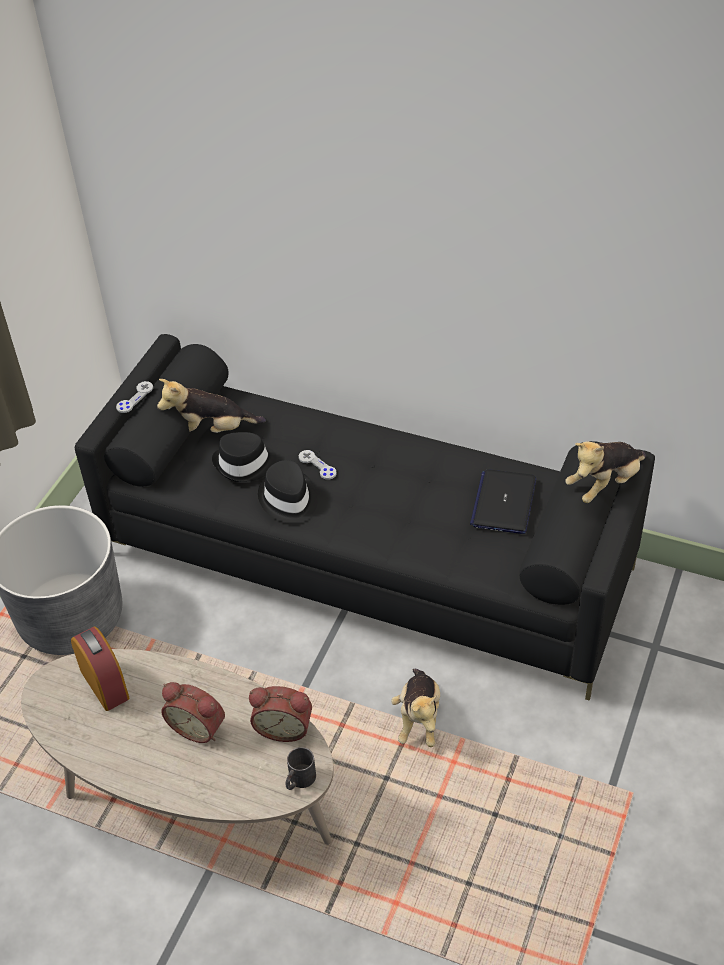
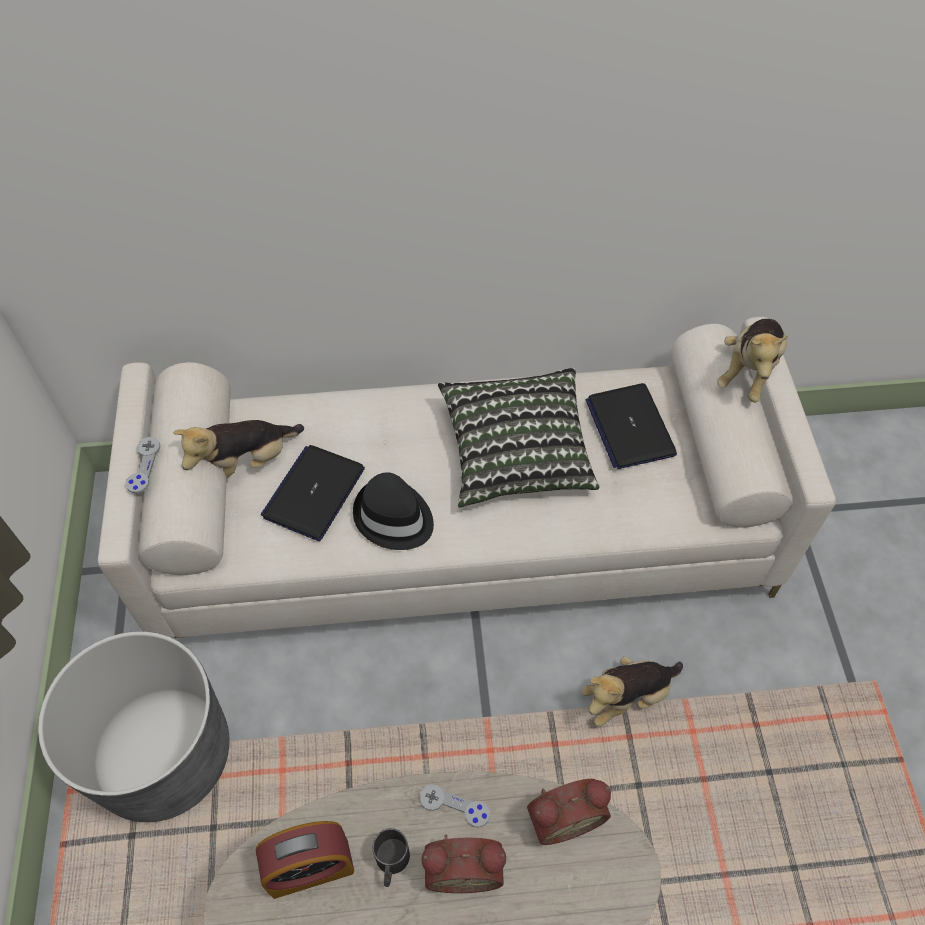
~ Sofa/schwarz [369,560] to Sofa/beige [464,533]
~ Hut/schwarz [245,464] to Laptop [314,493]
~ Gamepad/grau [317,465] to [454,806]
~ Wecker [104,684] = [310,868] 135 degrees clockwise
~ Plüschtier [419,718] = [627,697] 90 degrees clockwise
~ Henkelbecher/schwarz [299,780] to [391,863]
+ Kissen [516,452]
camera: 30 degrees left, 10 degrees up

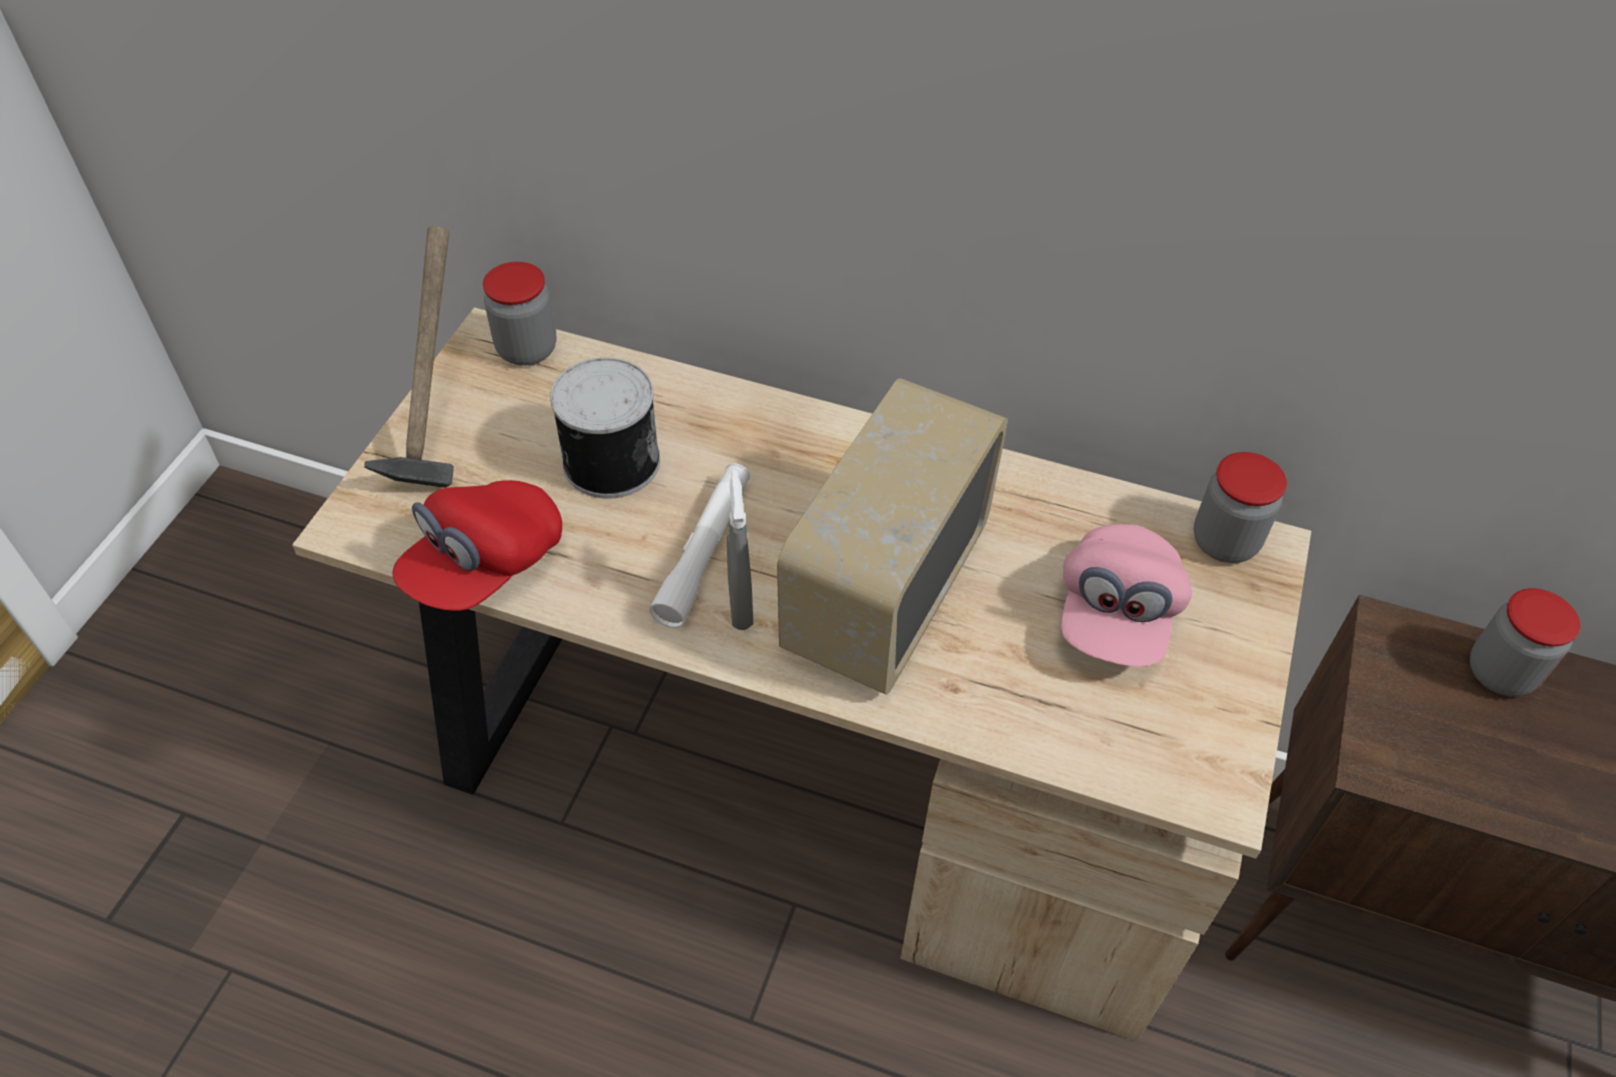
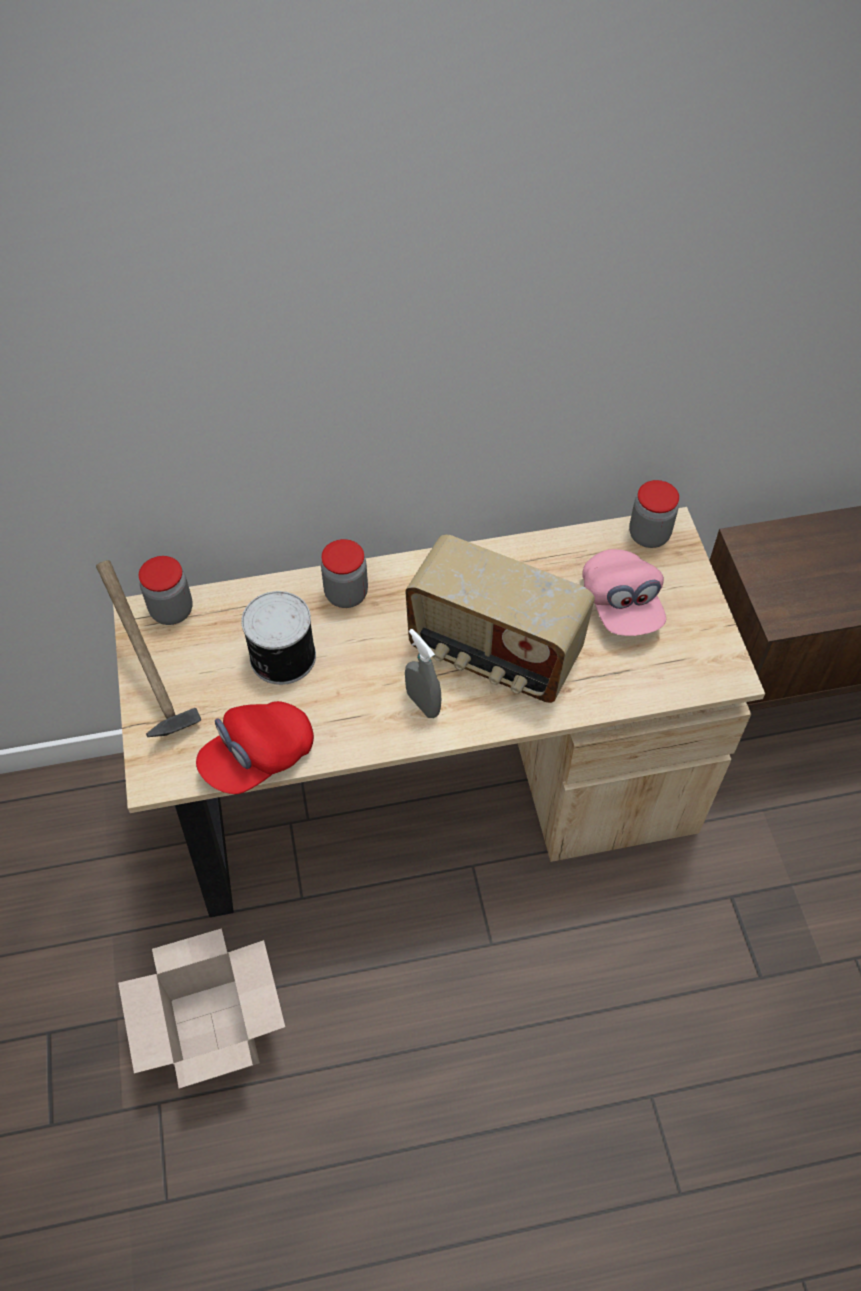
~ Radio [883,591] = [493,654] 60 degrees counterclockwise
- Taschenlampe/weiß [704,552]
~ Kappe/rot [485,565] = [258,758] 45 degrees clockwise
~ Vorratsglas [1500,673] to [346,594]
+ Karton [217,1033]
camera: 30 degrees left, 5 degrees up

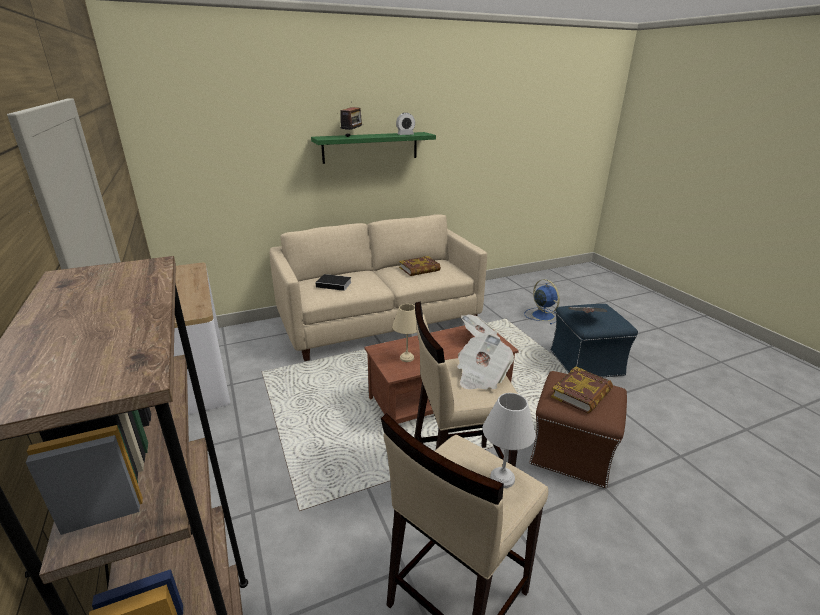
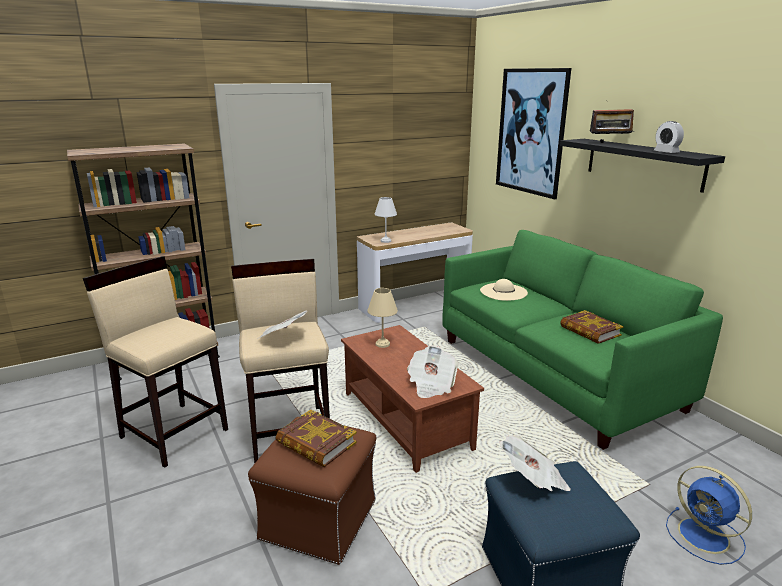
~ Wandregal/grün [370,147] to Wandregal/schwarz [643,163]
~ Sofa/beige [380,321] to Sofa/grün [554,373]
~ Buch [335,284] to Hut/beige [503,291]
~ Ventilator/blau [542,315] = [705,537] 90 degrees clockwise
~ Tischlampe/weiß [501,477] to [386,241]
+ Bild [531,132]
camera: 85 degrees right, 5 degrees down

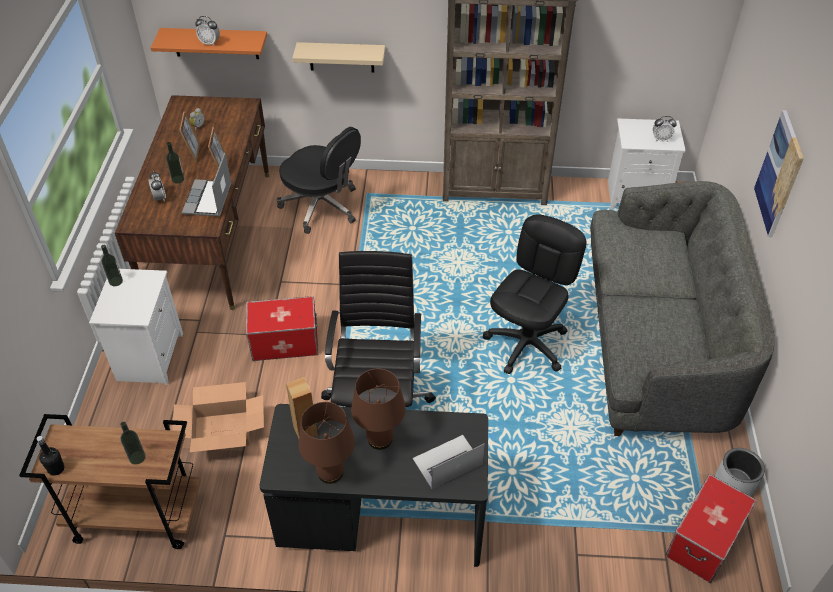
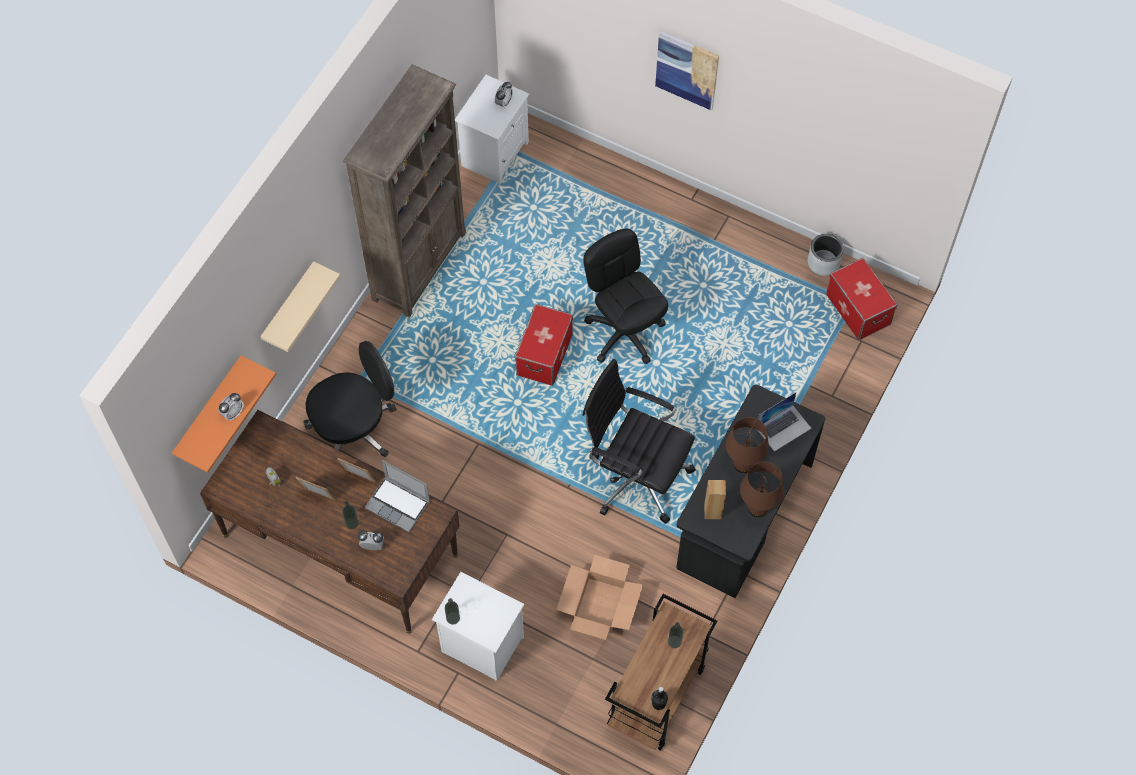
- Sofa/grau [656,343]
~ Aufbewahrungsbox [284,343] to [544,355]
~ Laptop [447,461] = [783,428] 120 degrees counterclockwise
camera: 65 degrees left, 15 degrees up

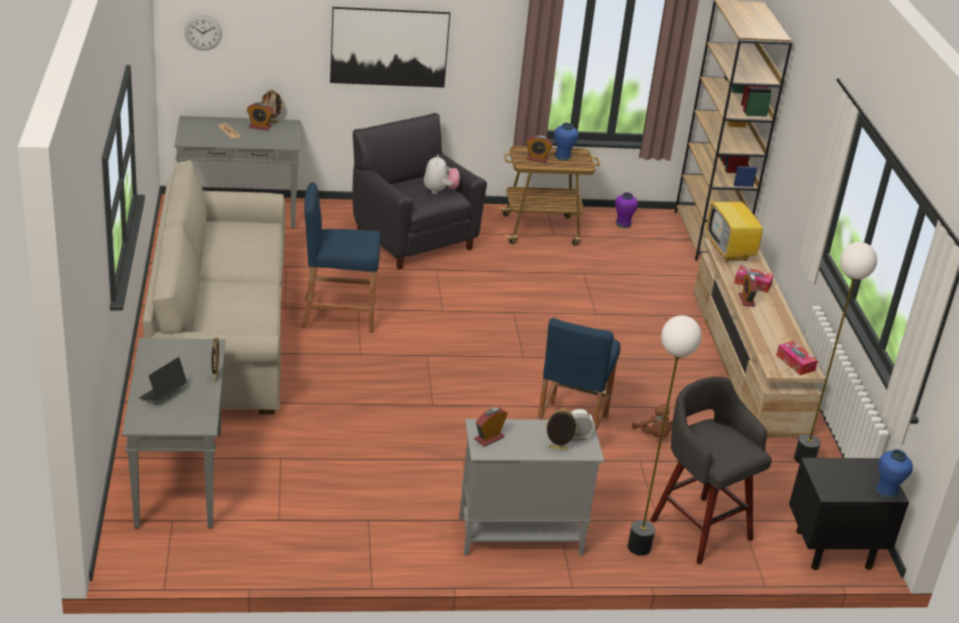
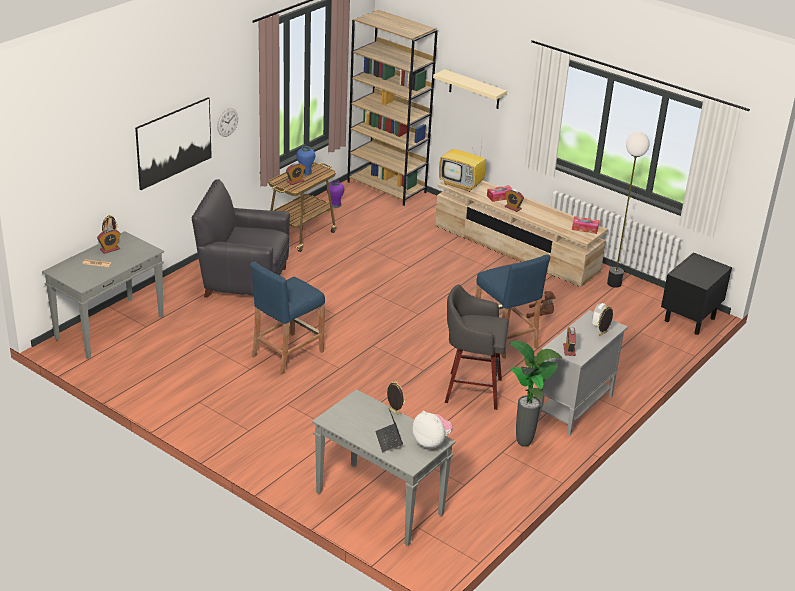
~ Wanduhr [203,32] to [227,122]
~ Plüschtier [440,191] to [431,443]
- Sofa/beige [220,333]
- Stehlampe [639,547]
~ Hocker/grau [699,527] to [470,390]
- Vase/blau [887,491]
+ Wandregal/beige [474,89]
+ Topfpflanze [522,443]
camera: 45 degrees left, 0 degrees up

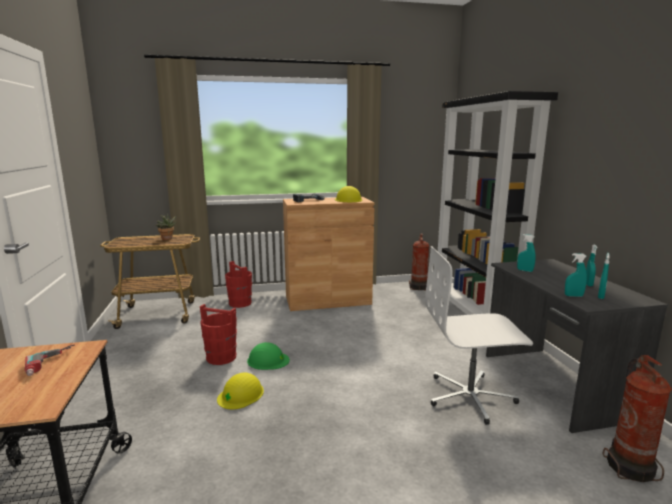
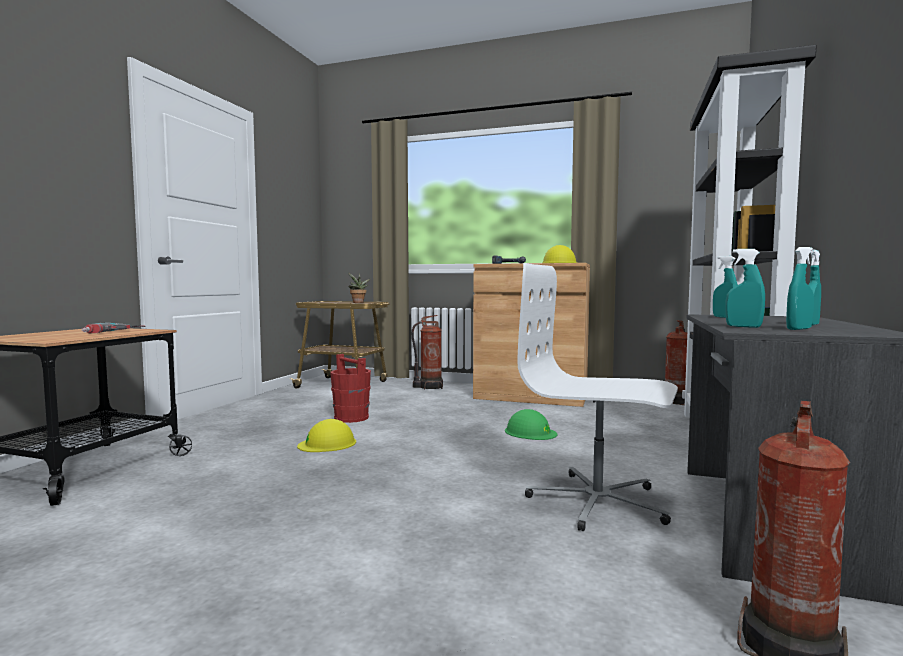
~ Eimer/rot [240,303] to Feuerlöscher [429,387]
~ Schutzhelm/grün [268,360] to [530,432]
camera: 30 degrees right, 10 degrees down

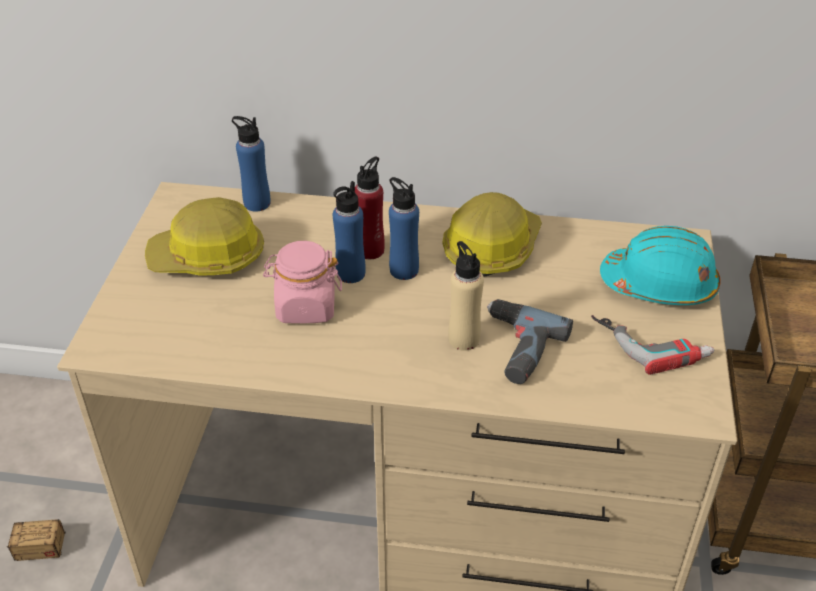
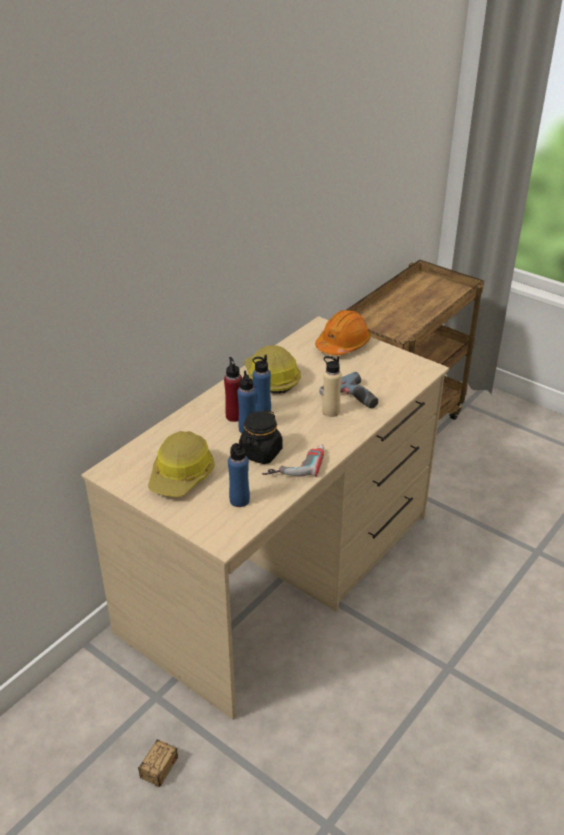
~ Flasche/blau [257,203] to [239,500]
~ Schutzhelm/türkis [659,285] to Schutzhelm/orange [343,344]
~ Vorratsglas/rosa [305,307] to Vorratsglas/schwarz [260,453]
~ Bohrmaschine [651,341] to [294,464]
camera: 60 degrees left, 5 degrees down

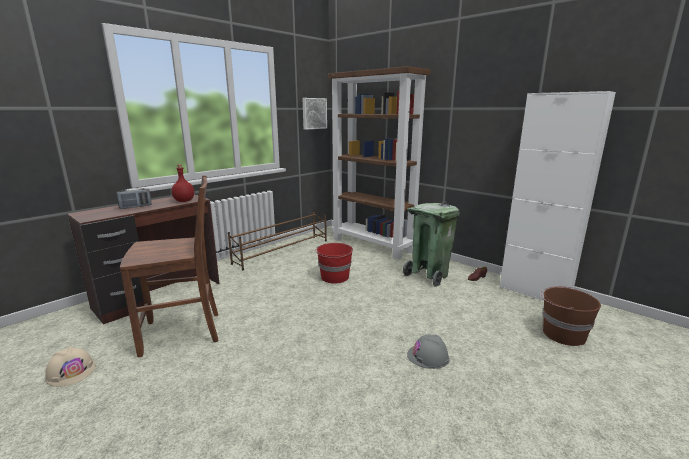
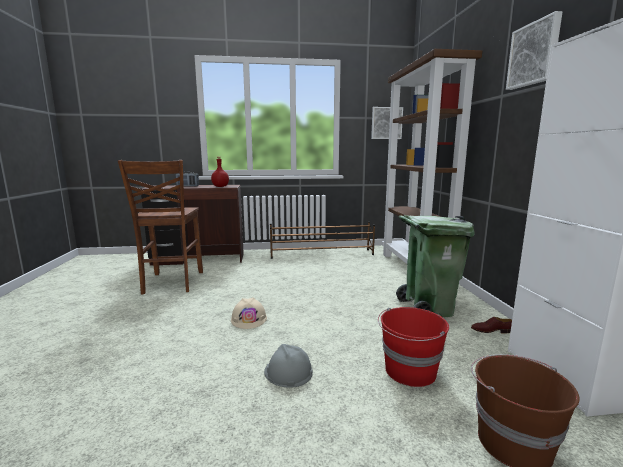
~ Stuhl/braun [183,333] = [171,283] 60 degrees clockwise
~ Eimer/rot [335,277] to [410,371]
~ Schutzhelm/beige [71,372] to [249,319]
+ Bild [534,54]
camera: 40 degrees right, 5 degrees down

